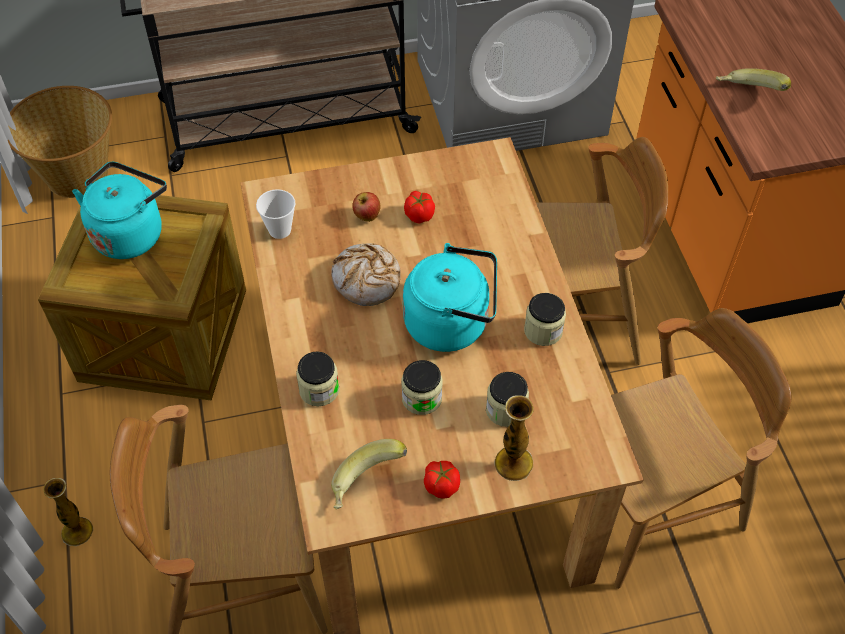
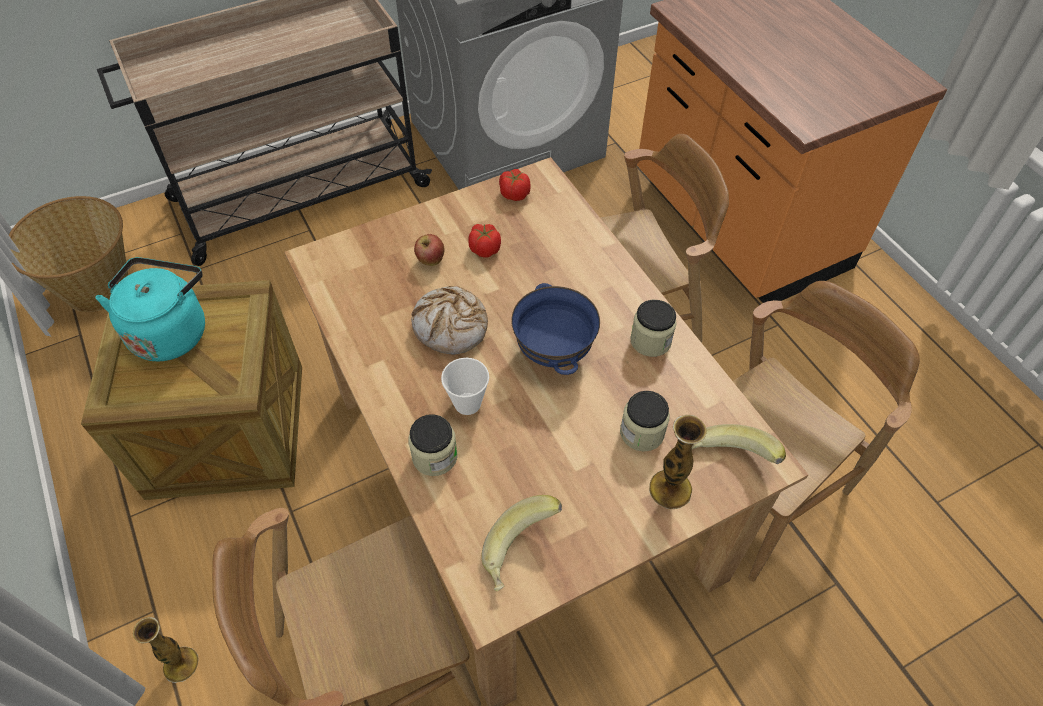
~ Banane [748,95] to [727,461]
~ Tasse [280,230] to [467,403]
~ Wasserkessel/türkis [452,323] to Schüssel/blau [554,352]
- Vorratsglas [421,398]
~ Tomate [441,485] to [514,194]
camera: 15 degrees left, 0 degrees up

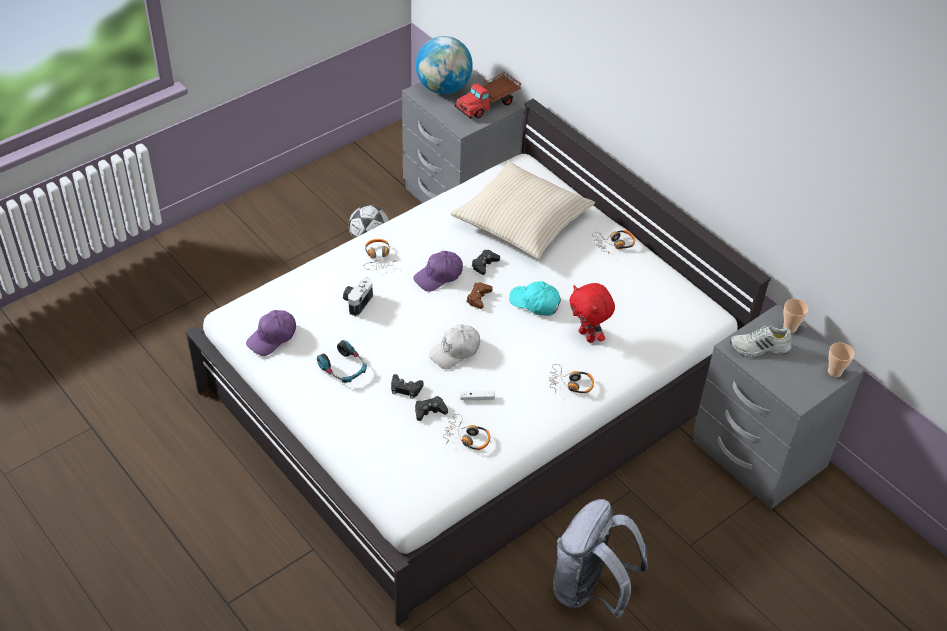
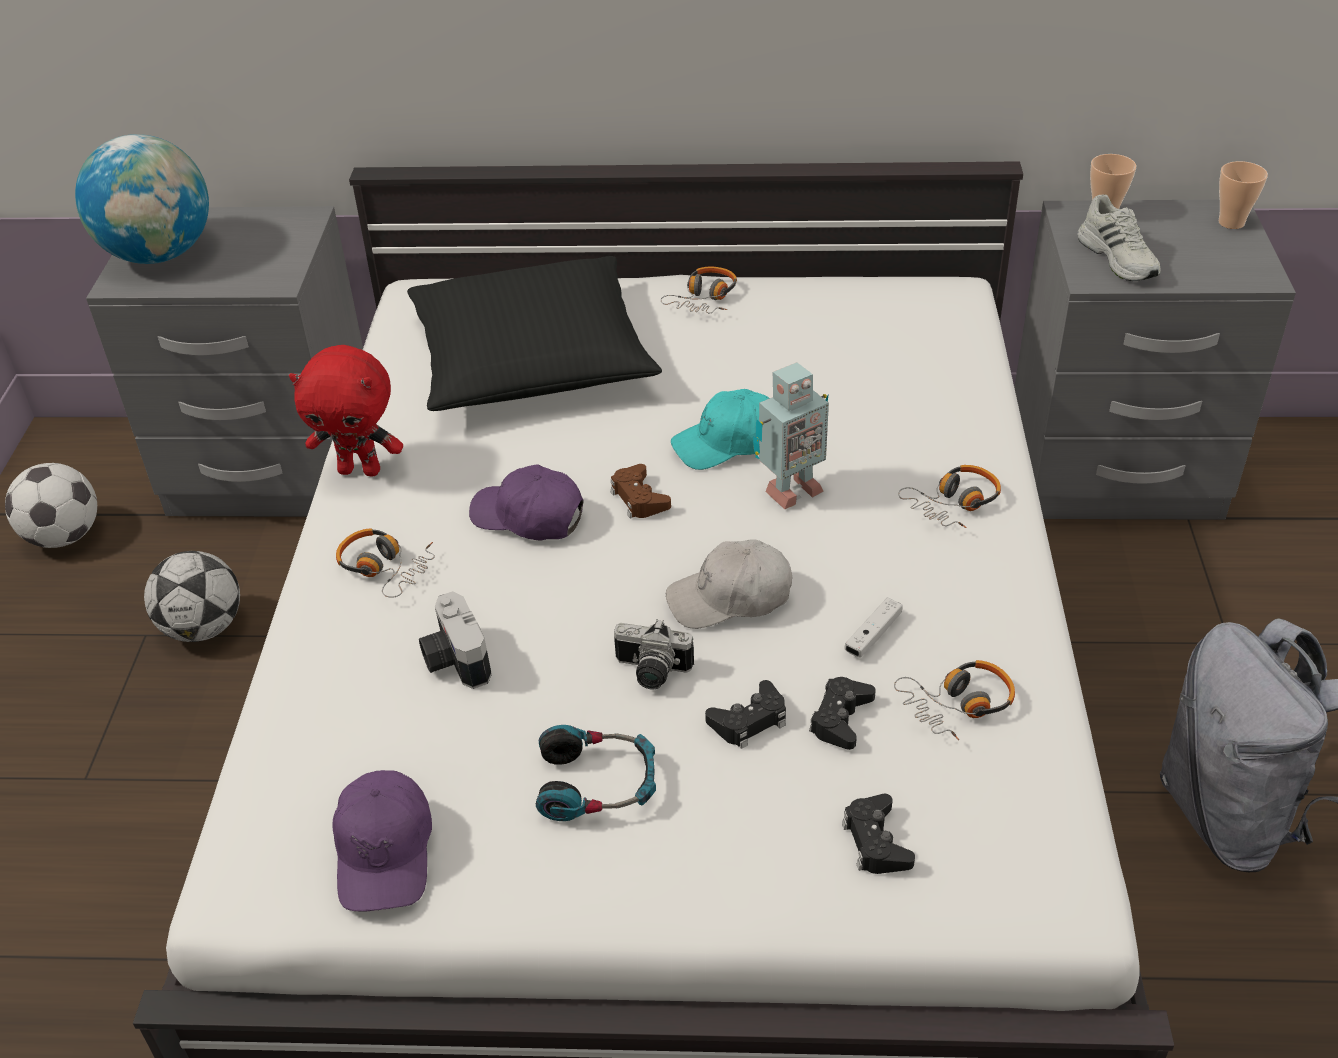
- Spielzeuglaster [488,104]
~ Kissen/beige [522,220] to Kissen/schwarz [531,358]
~ Gamepad/schwarz [484,264] to [876,841]
~ Kappe/lila [438,276] = [528,517] 105 degrees clockwise
~ Plüschtier/rot [588,336] to [361,470]
~ Kappe/weiß [455,351] = [730,598] 75 degrees clockwise
~ Schuh/weiß [759,348] = [1119,258] 60 degrees counterclockwise
+ Spielzeugroboter [789,491]
+ Fußball [64,536]
+ Kamera [651,673]
camera: 45 degrees left, 5 degrees down

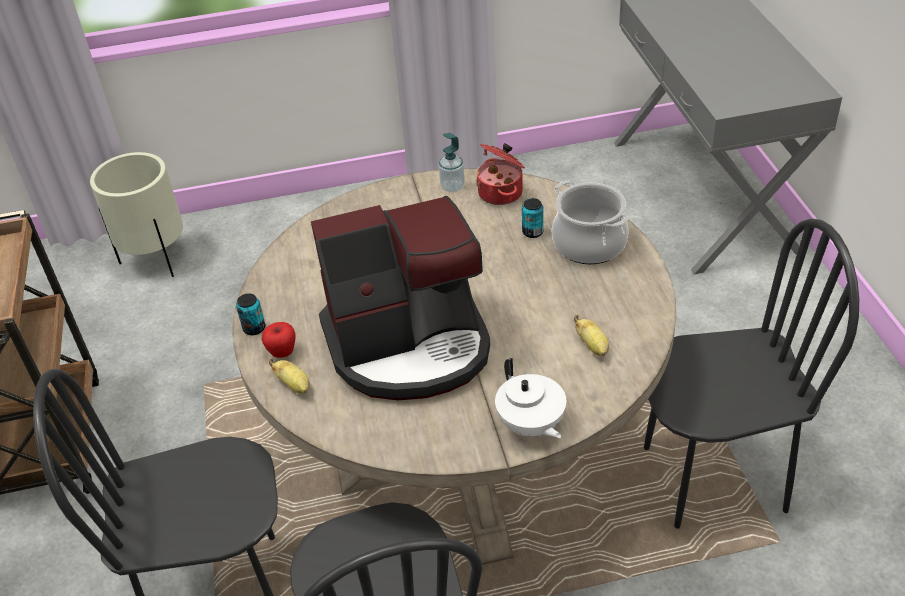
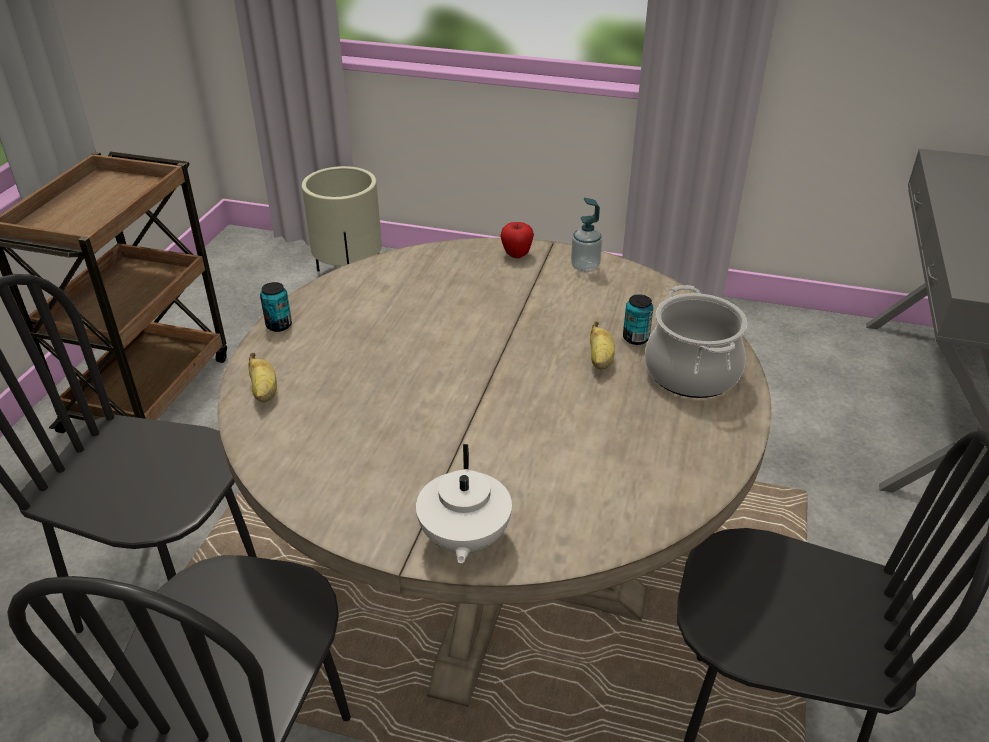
- Kochtopf [501,193]
- Kaffeemaschine [410,345]
~ Banane [593,346] to [600,360]
~ Apfel [282,352] to [516,255]
camera: 25 degrees right, 5 degrees down

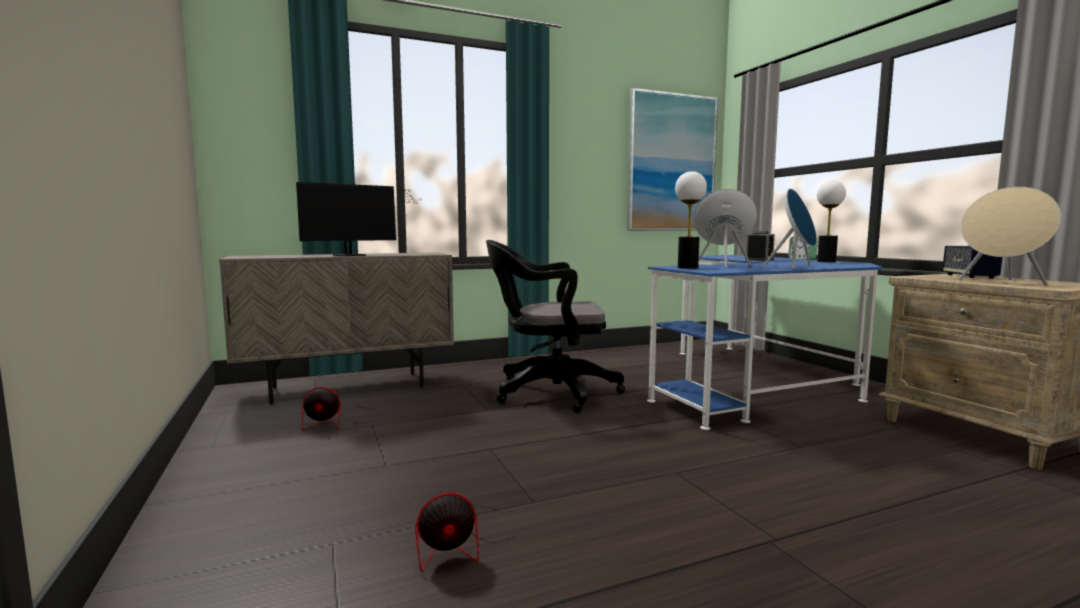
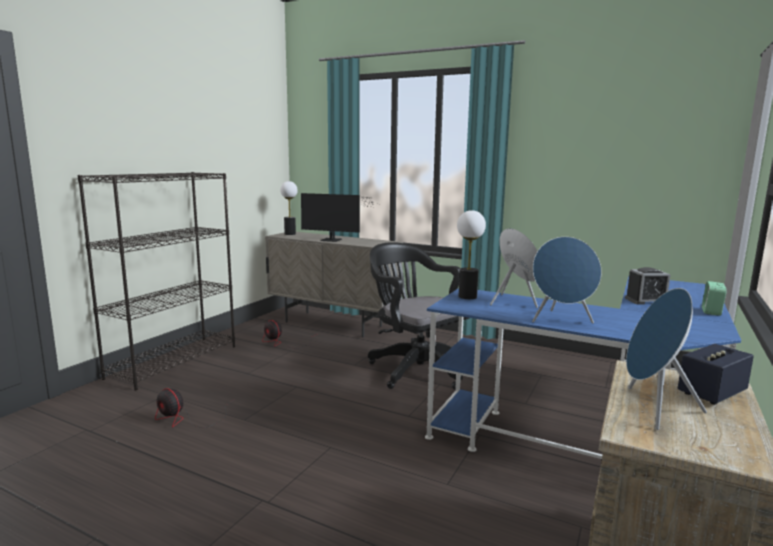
- Bild [671,163]
~ Tischlampe [826,261] to [290,234]
~ Lautsprecher/beige [1002,282] to Lautsprecher/blau [652,409]
+ Bücherregal/schwarz [174,361]
camera: 50 degrees right, 5 degrees up

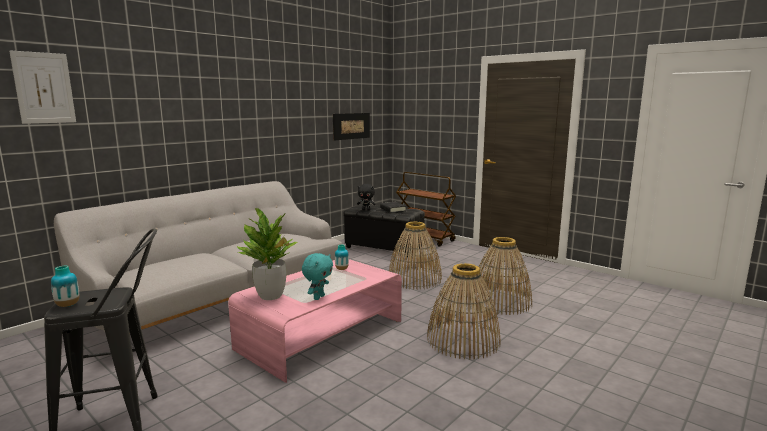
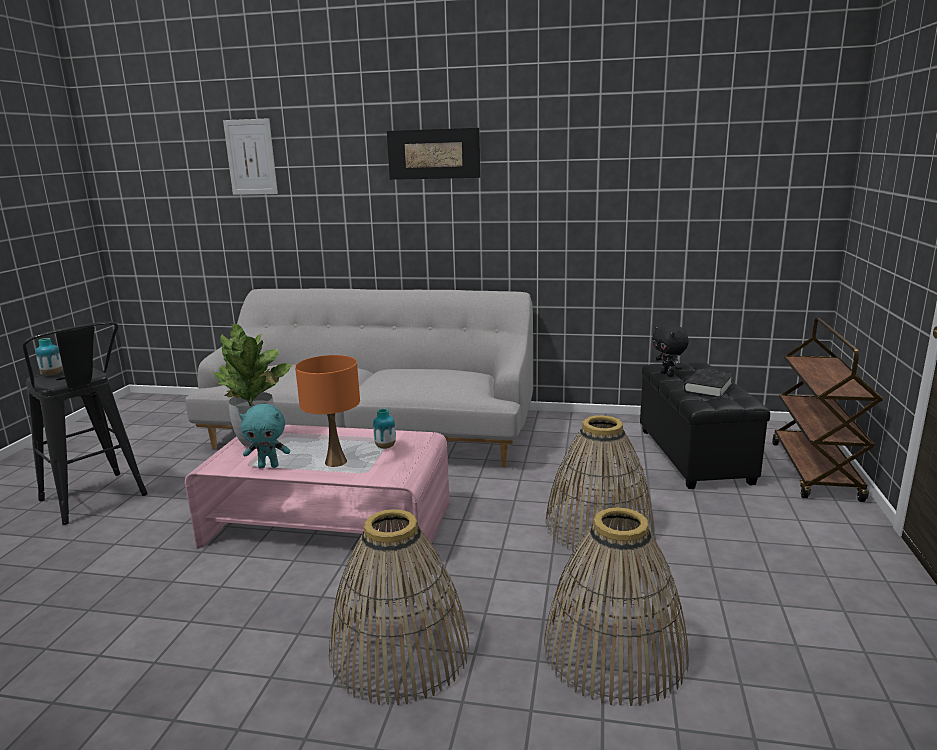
~ Bild [351,126] to [433,154]
+ Tischlampe/orange [336,461]
camera: 60 degrees right, 5 degrees up

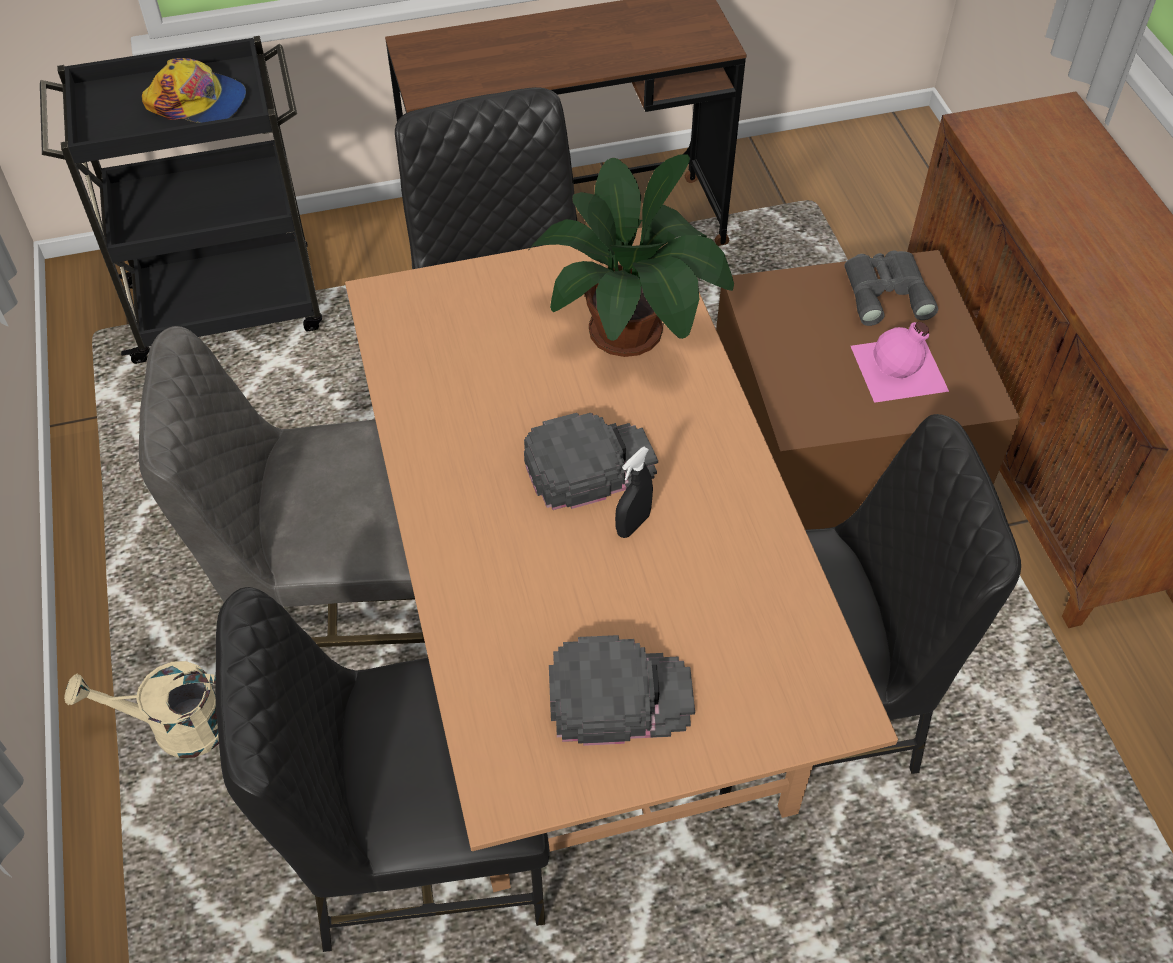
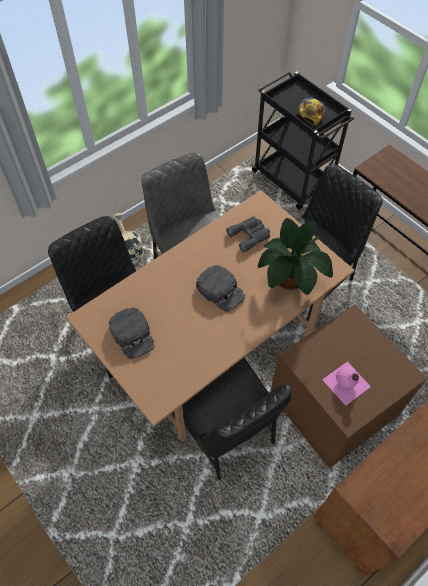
~ Kappe [198,102] = [311,112] 150 degrees counterclockwise
~ Fernglas/grau [885,291] to [250,235]
- Sprühflasche/schwarz [633,524]
camera: 65 degrees right, 5 degrees up

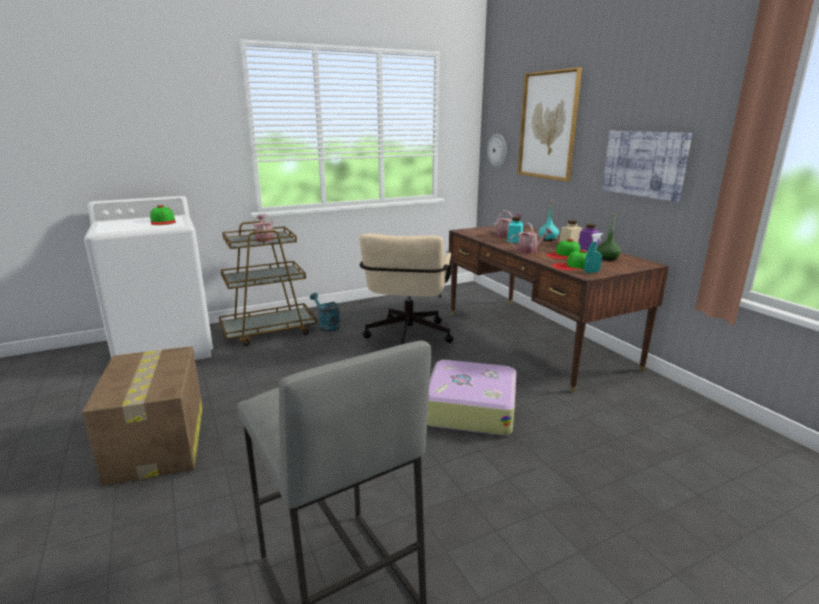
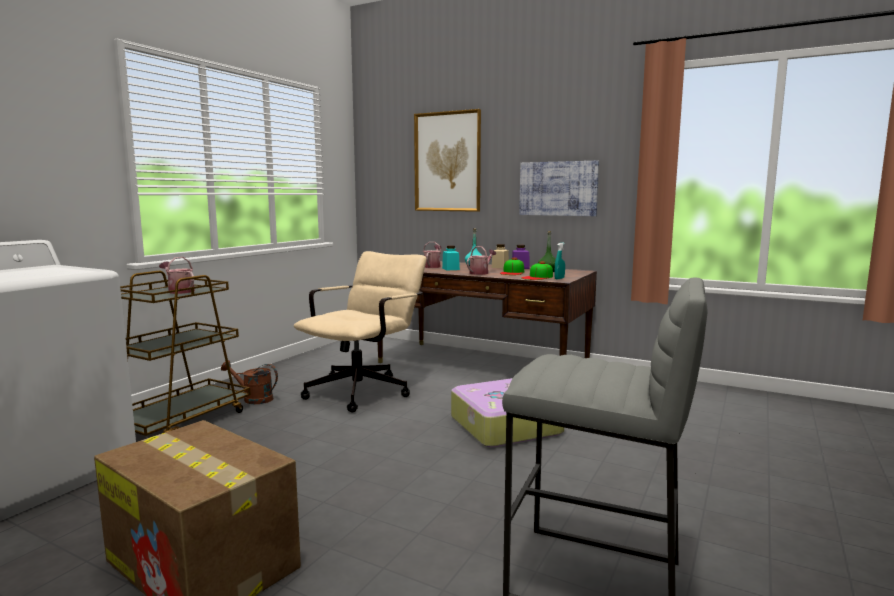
- Wanduhr [497,150]
- Kappe [163,221]
~ Bürostuhl/beige [407,338] = [365,390] 120 degrees counterclockwise
~ Gießkanne/türkis [327,325] to Gießkanne/braun [253,399]
camera: 35 degrees left, 10 degrees down

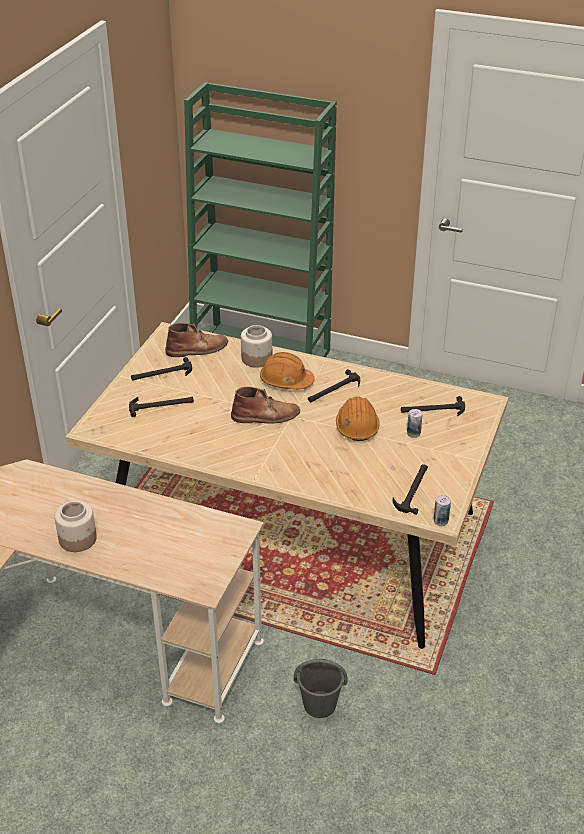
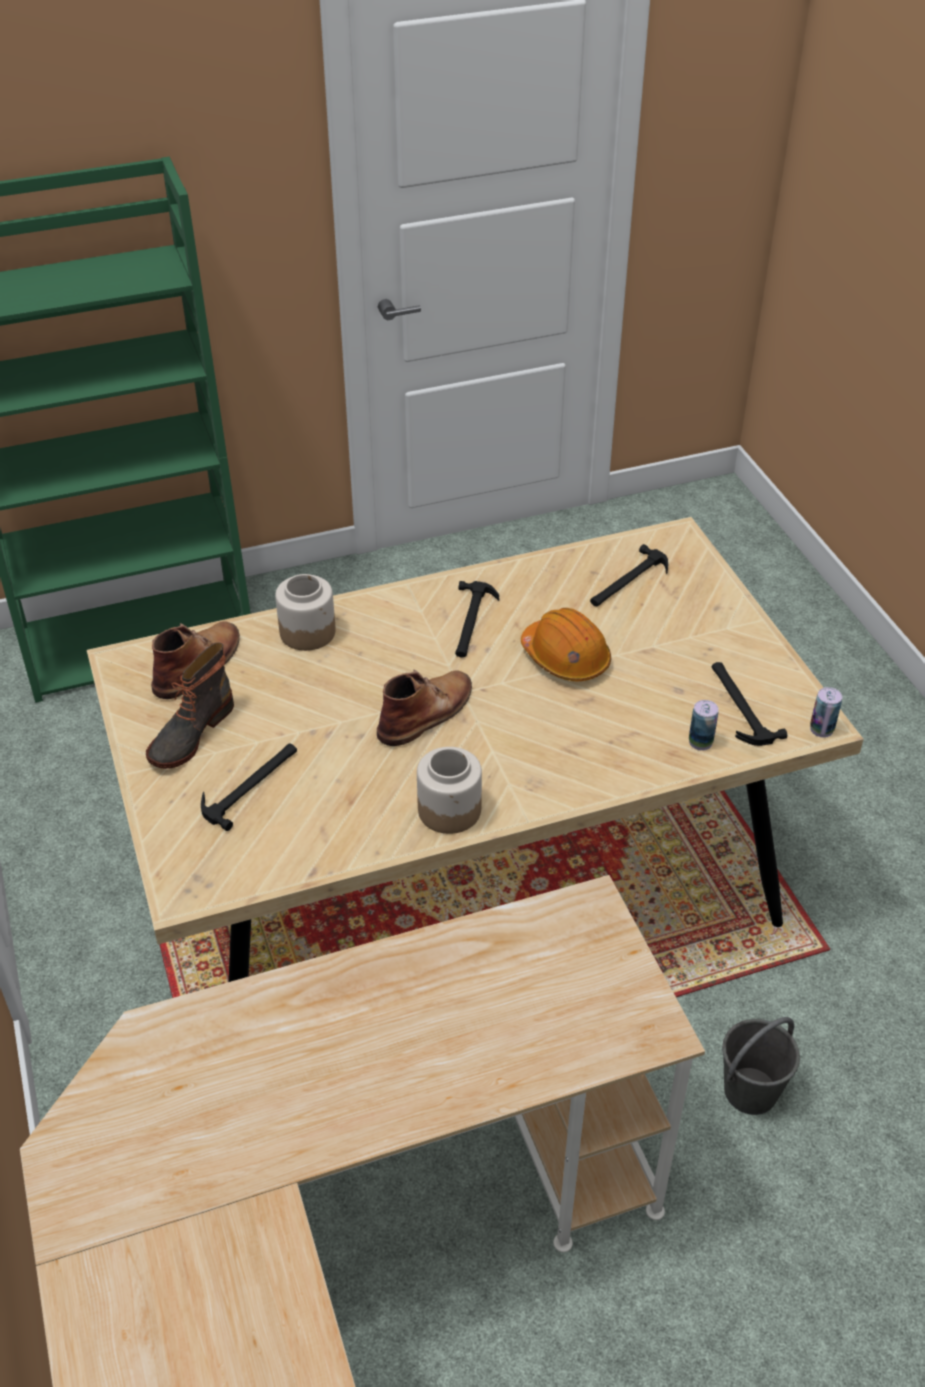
- Schutzhelm/orange [286,381]
~ Hammer [162,373] to Stiefel [190,733]
~ Dose [413,433] to [700,742]
~ Vorratsglas [78,539] to [450,809]
camera: 40 degrees left, 5 degrees up

